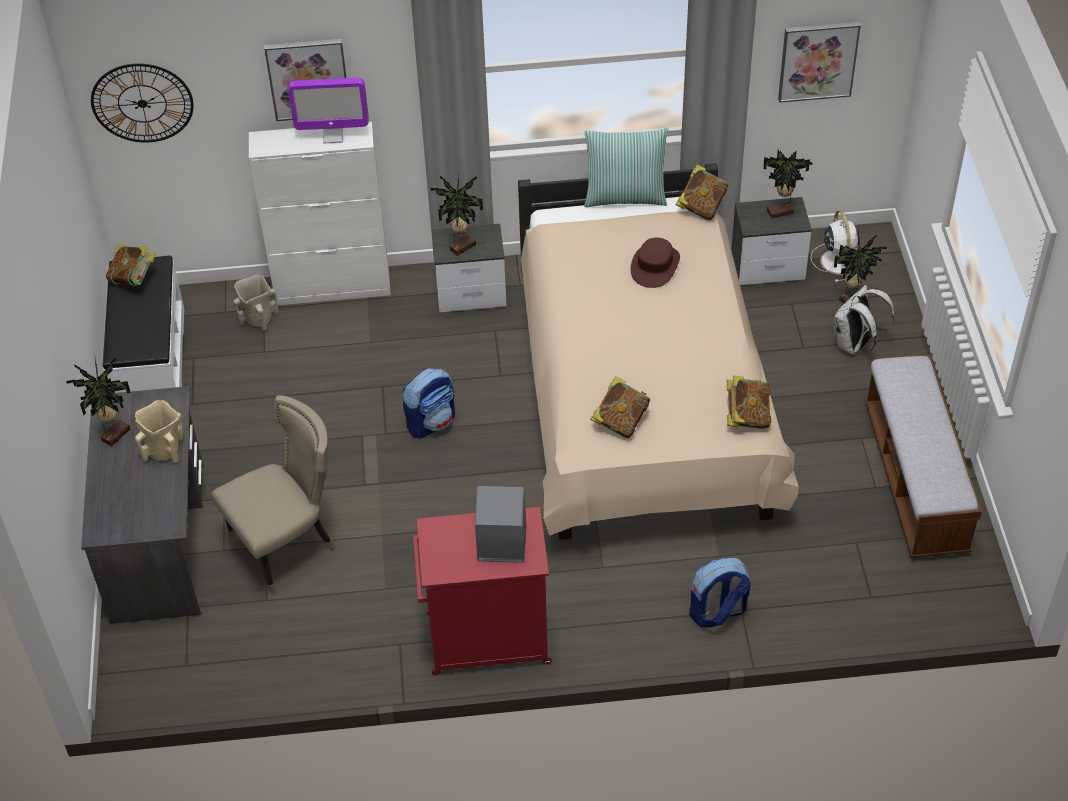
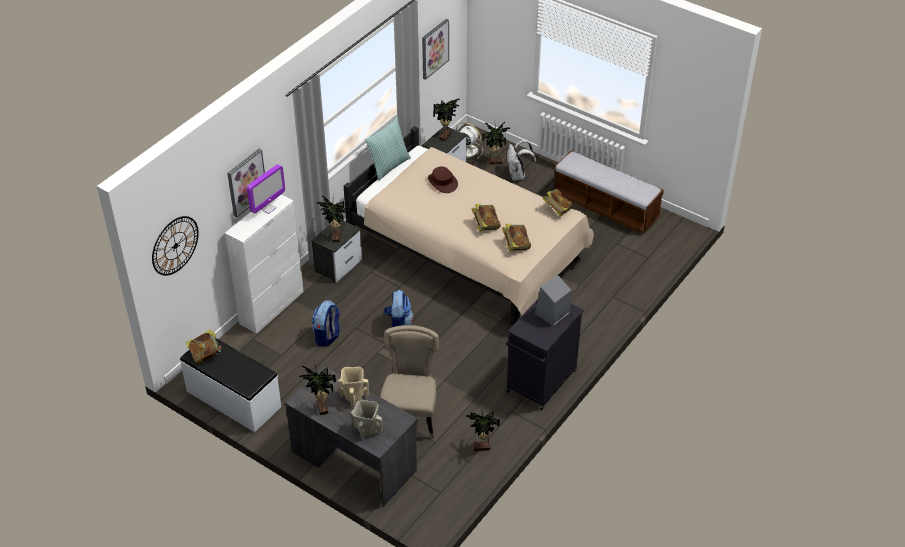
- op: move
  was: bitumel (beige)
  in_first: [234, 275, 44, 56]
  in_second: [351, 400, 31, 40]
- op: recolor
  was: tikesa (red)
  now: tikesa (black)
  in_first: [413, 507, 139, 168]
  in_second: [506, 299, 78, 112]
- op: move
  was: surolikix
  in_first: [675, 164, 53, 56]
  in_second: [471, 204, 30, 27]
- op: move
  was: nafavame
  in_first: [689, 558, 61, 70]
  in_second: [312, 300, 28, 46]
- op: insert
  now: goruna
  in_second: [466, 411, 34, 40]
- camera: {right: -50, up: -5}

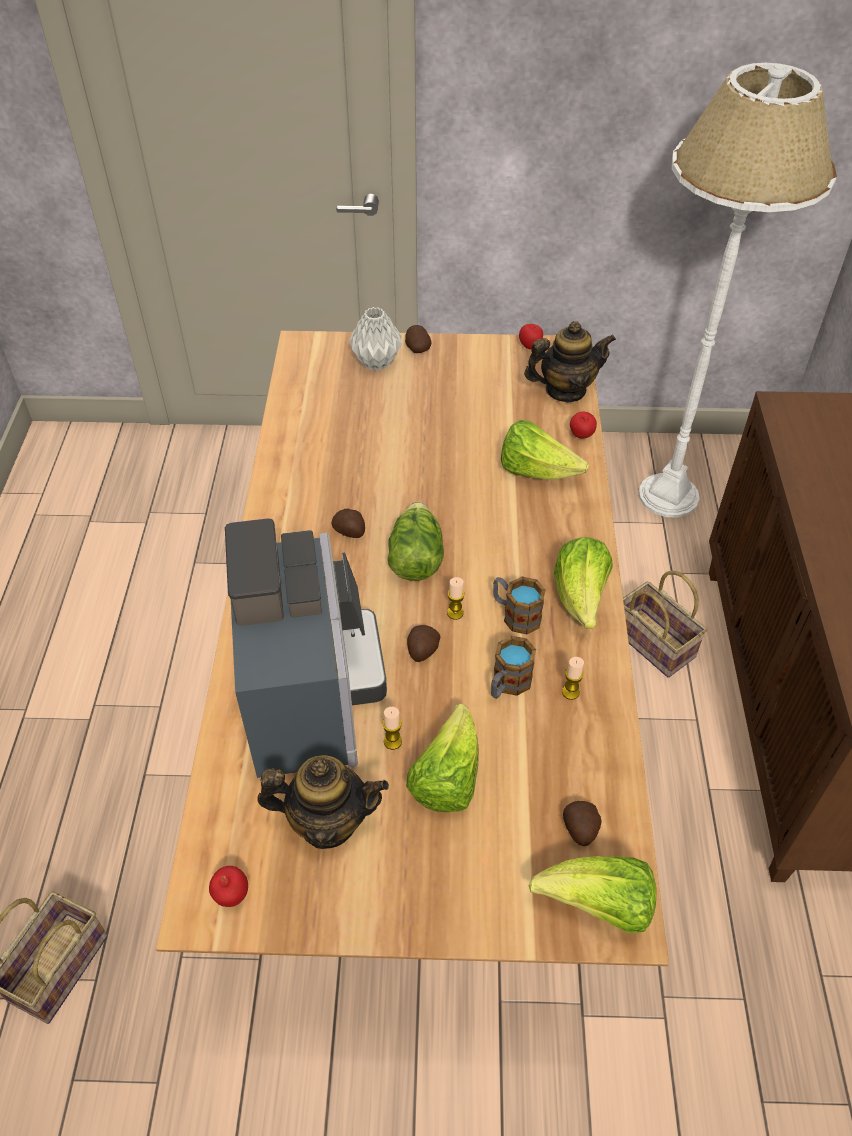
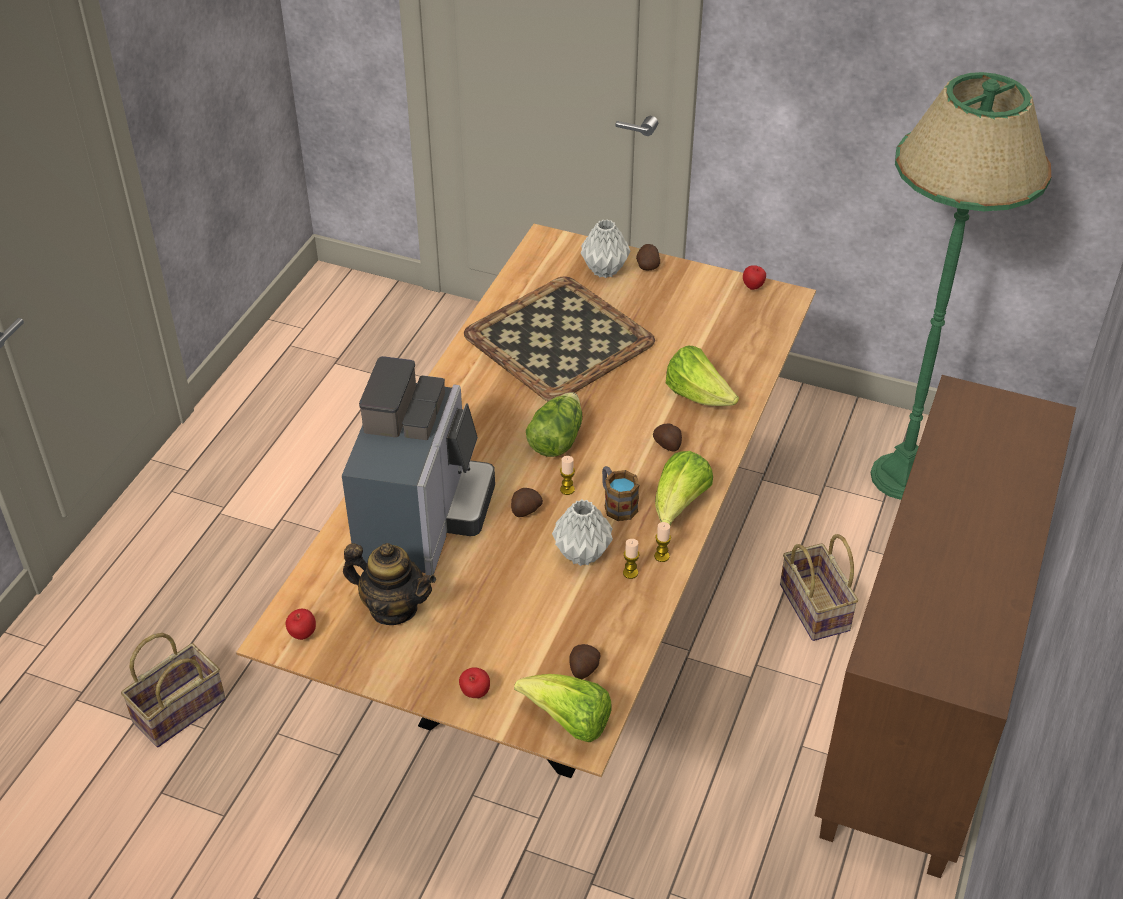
- op: move
  was: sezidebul
  in_first: [331, 509, 34, 29]
  in_second: [653, 424, 29, 28]
- op: move
  was: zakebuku
  in_first: [382, 707, 20, 43]
  in_second: [654, 522, 17, 40]
- op: delete
  was: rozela
  in_first: [406, 704, 73, 108]
- op: replace
  was: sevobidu
  now: bitumel (grey)
  in_first: [491, 636, 45, 63]
  in_second: [552, 499, 61, 67]
- op: delete
  was: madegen
  in_first: [524, 321, 92, 81]
- op: move
  was: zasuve
  in_first: [570, 412, 27, 27]
  in_second: [459, 667, 31, 31]
- op: recolor
  was: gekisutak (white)
  now: gekisutak (green)
  in_first: [639, 63, 198, 455]
  in_second: [871, 72, 180, 428]
- op: insert
  now: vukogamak
  in_second: [464, 276, 191, 125]
- camera: {right: 20, up: -5}

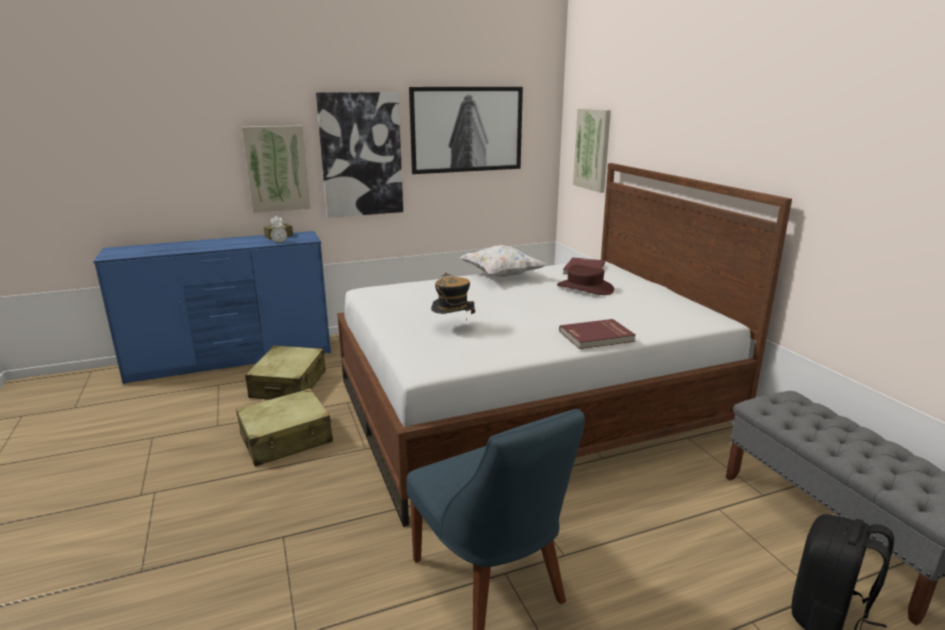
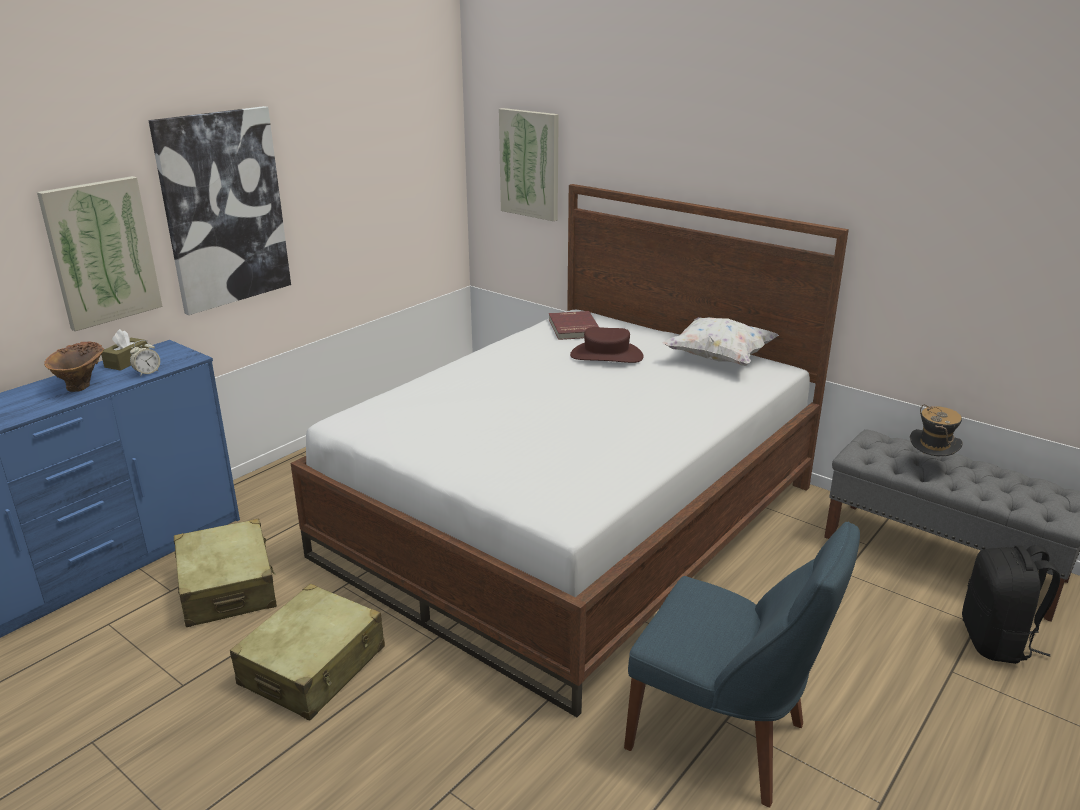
- op: delete
  was: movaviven
  in_first: [409, 87, 114, 87]
- op: move
  was: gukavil
  in_first: [431, 272, 44, 49]
  in_second: [910, 405, 53, 51]
- op: move
  was: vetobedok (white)
  in_first: [460, 245, 87, 32]
  in_second: [662, 317, 117, 49]
- op: delete
  was: surolikix (red)
  in_first: [559, 319, 77, 30]
- op: insert
  now: bitumel (brown)
  in_second: [44, 342, 60, 50]
- camera: {right: -30, up: 5}

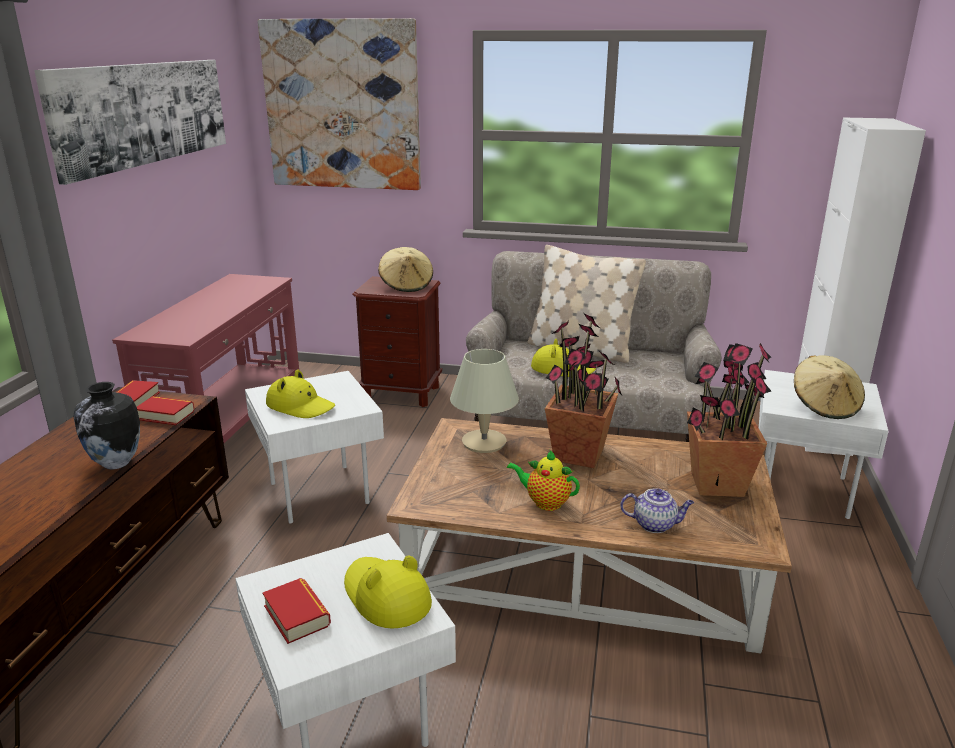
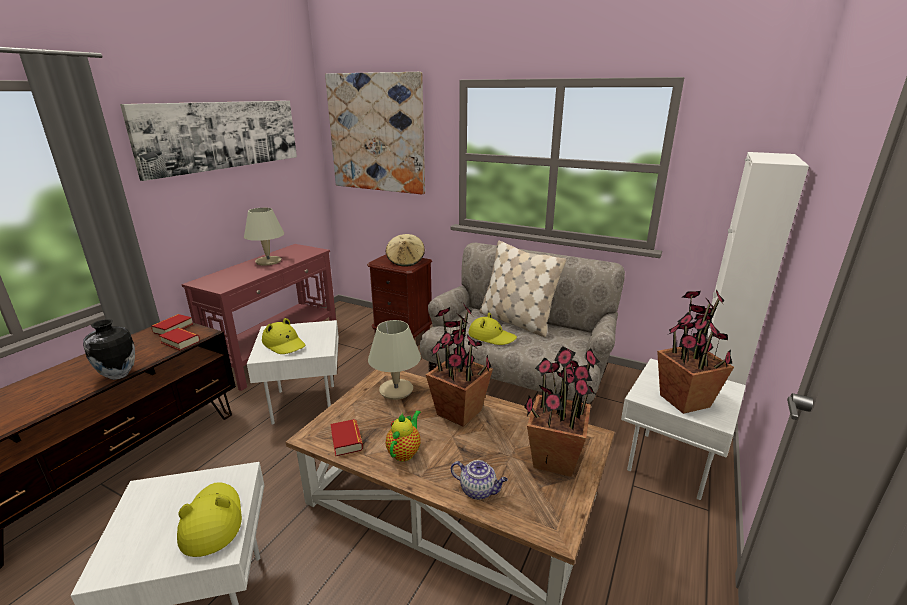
- op: move
  was: surolikix
  in_first: [263, 578, 68, 66]
  in_second: [330, 419, 33, 37]
- op: rotate
  was: madegen
  in_first: [507, 449, 73, 62]
  in_second: [386, 410, 35, 51]
  clockwise: 75
- op: replace
  was: gukavil (beige)
  now: goruna
  in_first: [794, 355, 71, 64]
  in_second: [657, 289, 77, 125]
- op: insert
  now: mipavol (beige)
  in_second: [244, 208, 40, 57]
- camera: {right: 15, up: 0}

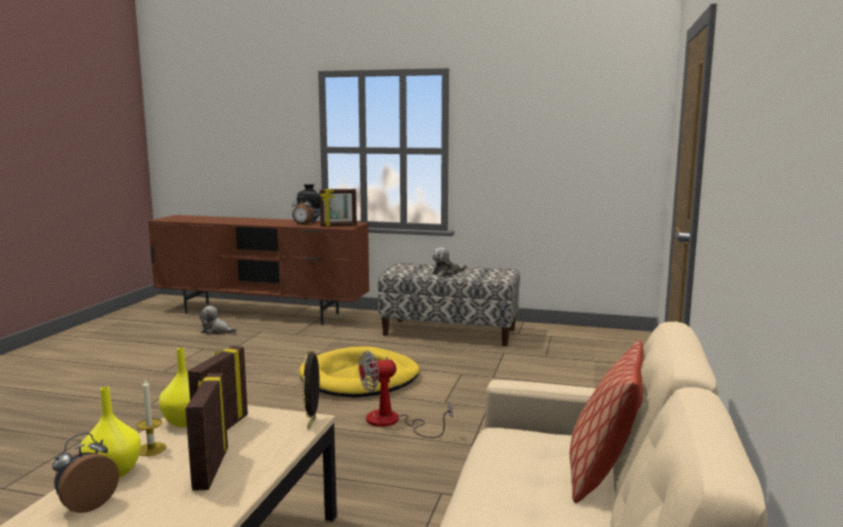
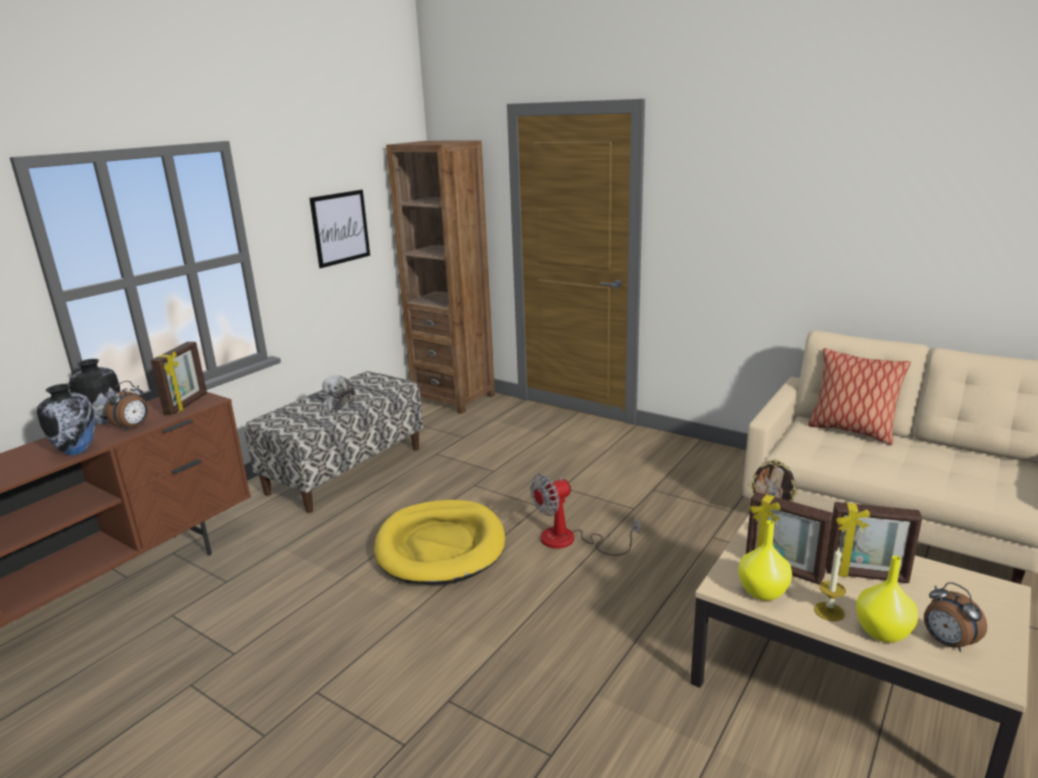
- op: delete
  was: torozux
  in_first: [199, 306, 37, 29]
- op: rotate
  was: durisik
  in_first: [359, 350, 94, 88]
  in_second: [530, 474, 110, 82]
  clockwise: 60
- op: insert
  now: bitumel
  in_second: [37, 384, 58, 71]
- op: insert
  now: movaviven
  in_second: [310, 190, 60, 78]
- op: insert
  now: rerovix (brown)
  in_second: [386, 140, 109, 274]
- camera: {right: -70, up: 10}

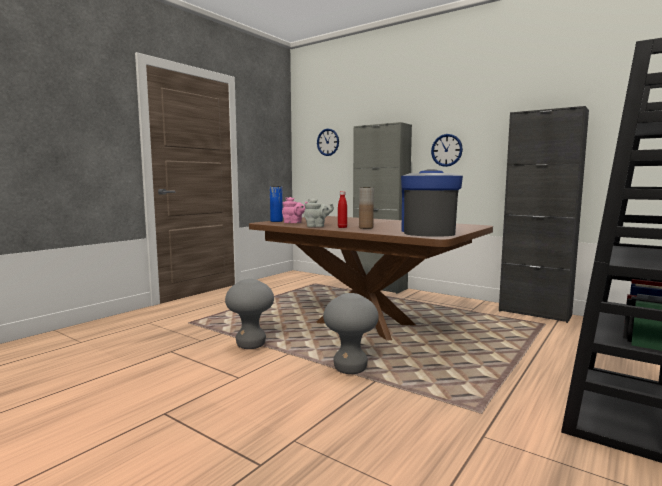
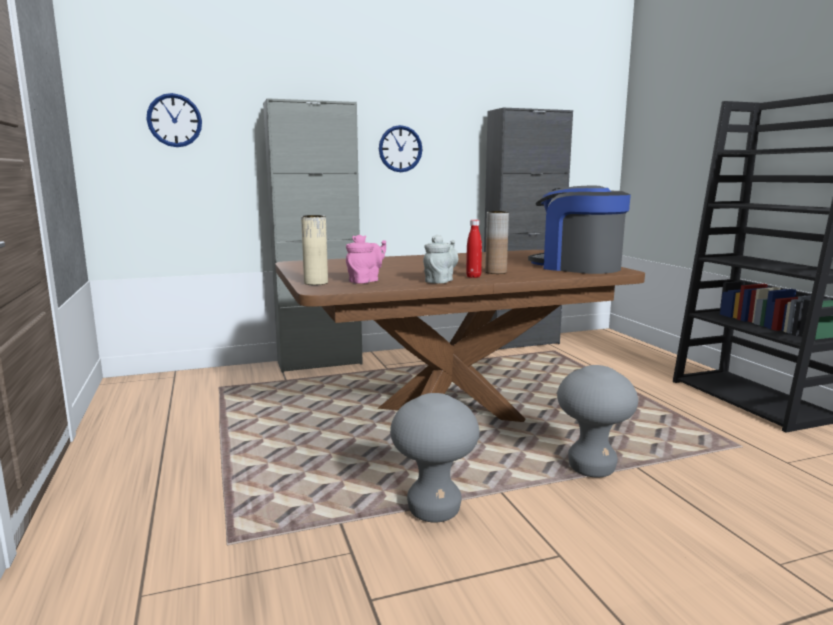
- op: recolor
  was: bitumel (blue)
  now: bitumel (beige)
  in_first: [270, 186, 13, 36]
  in_second: [301, 215, 27, 70]
- camera: {right: -55, up: 5}

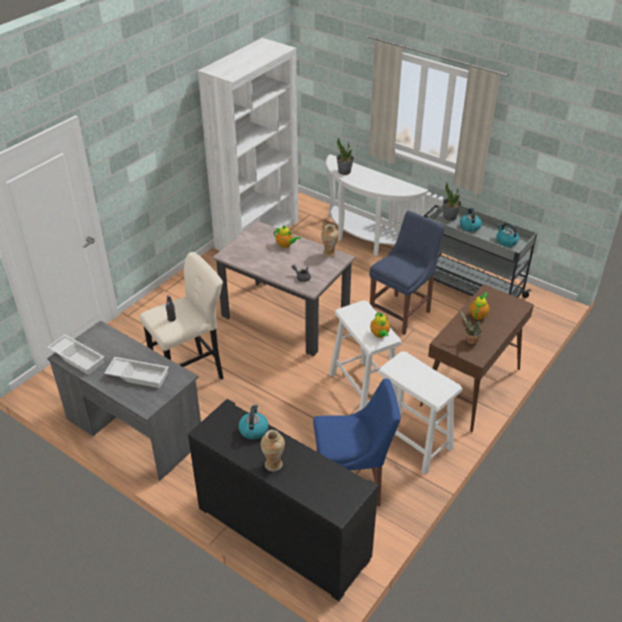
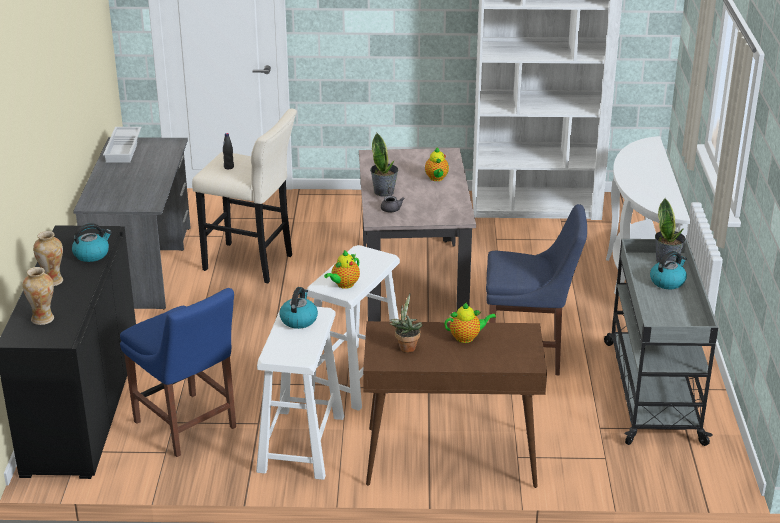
- op: delete
  was: vukogamak (white)
  in_first: [104, 357, 65, 31]
- op: move
  was: bitumel
  in_first: [321, 224, 18, 34]
  in_second: [23, 267, 31, 58]
- op: move
  was: goruna
  in_first: [337, 138, 17, 37]
  in_second: [370, 133, 28, 64]
- op: move
  was: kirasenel
  in_first: [496, 223, 23, 24]
  in_second: [279, 287, 39, 42]
- camera: {right: 55, up: -10}

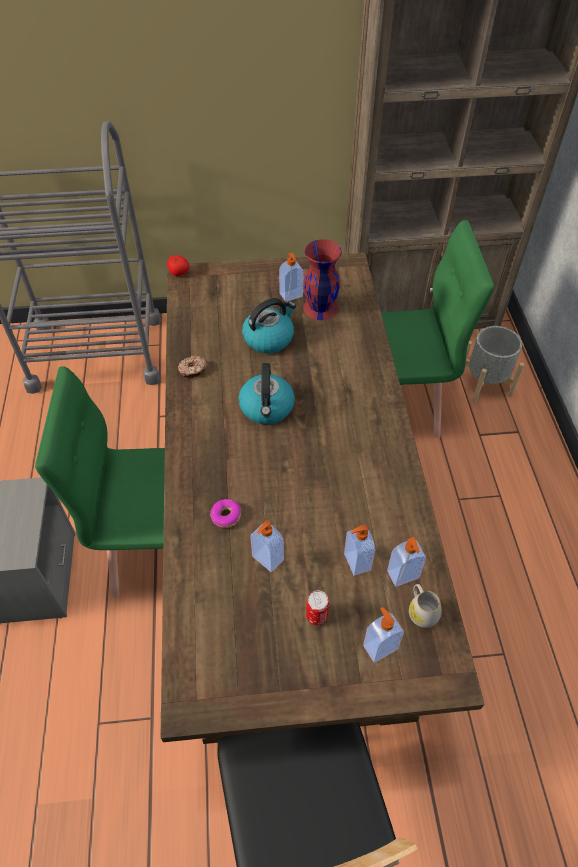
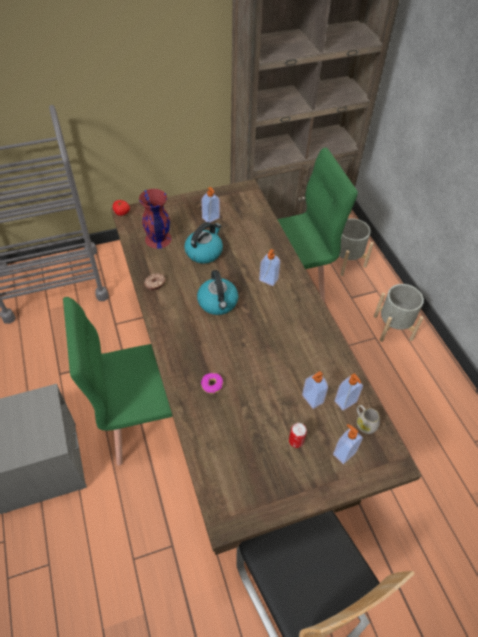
- op: move
  was: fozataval
  in_first: [250, 520, 34, 52]
  in_second: [259, 249, 21, 37]
- op: move
  was: bitumel (red)
  in_first: [303, 239, 39, 81]
  in_second: [139, 189, 33, 60]
- op: insert
  now: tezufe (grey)
  in_second: [374, 284, 50, 58]
- camera: {right: -15, up: 0}

